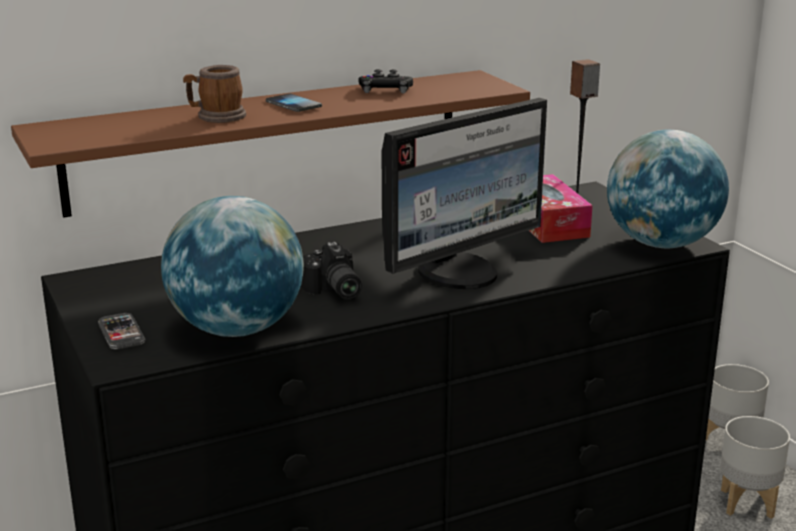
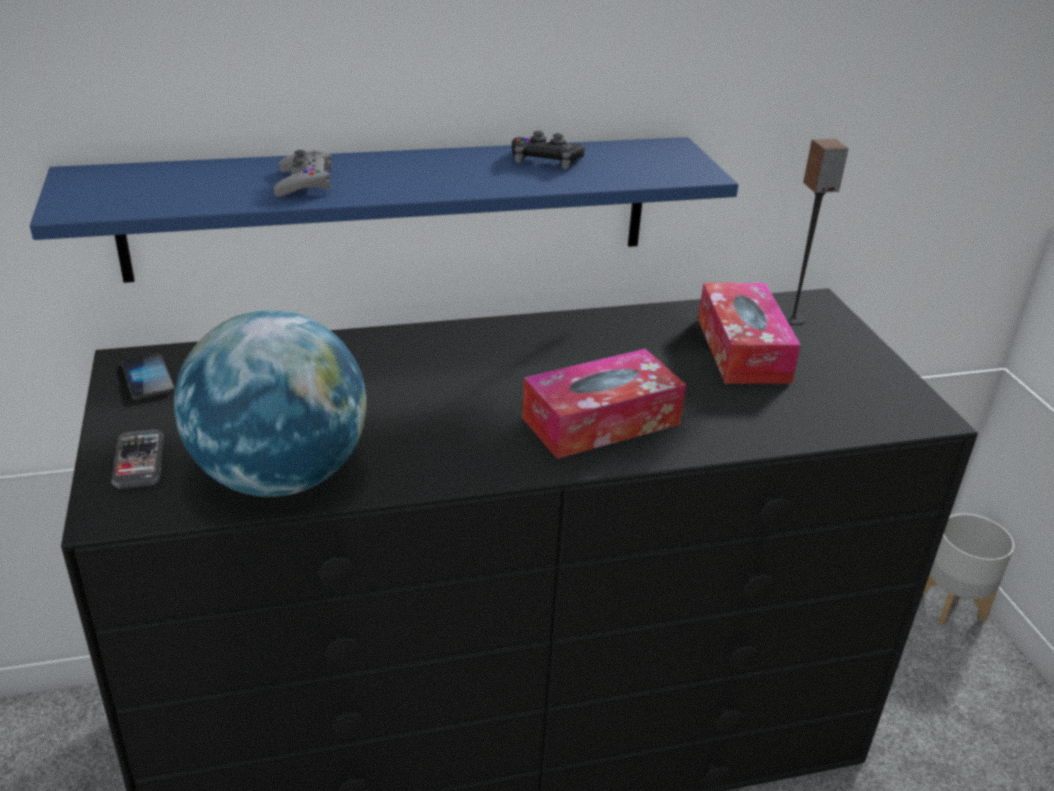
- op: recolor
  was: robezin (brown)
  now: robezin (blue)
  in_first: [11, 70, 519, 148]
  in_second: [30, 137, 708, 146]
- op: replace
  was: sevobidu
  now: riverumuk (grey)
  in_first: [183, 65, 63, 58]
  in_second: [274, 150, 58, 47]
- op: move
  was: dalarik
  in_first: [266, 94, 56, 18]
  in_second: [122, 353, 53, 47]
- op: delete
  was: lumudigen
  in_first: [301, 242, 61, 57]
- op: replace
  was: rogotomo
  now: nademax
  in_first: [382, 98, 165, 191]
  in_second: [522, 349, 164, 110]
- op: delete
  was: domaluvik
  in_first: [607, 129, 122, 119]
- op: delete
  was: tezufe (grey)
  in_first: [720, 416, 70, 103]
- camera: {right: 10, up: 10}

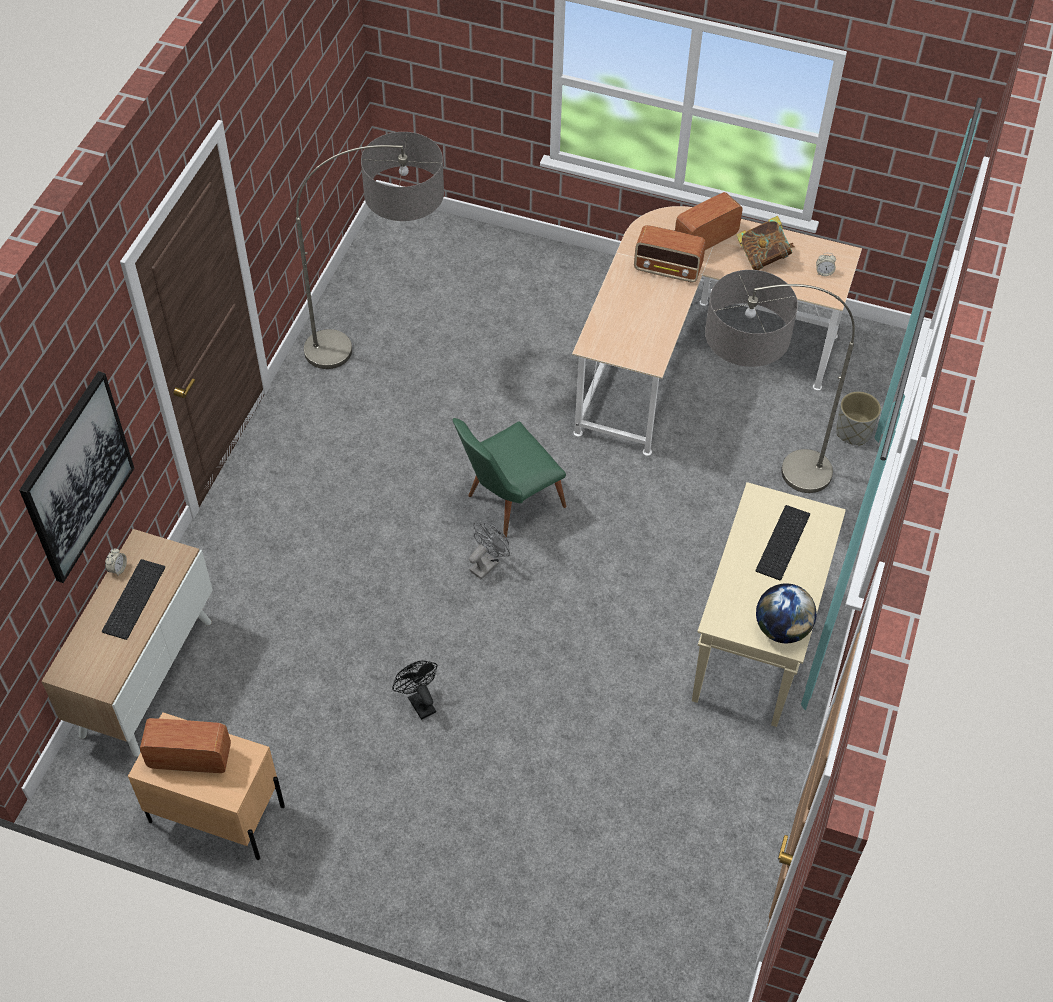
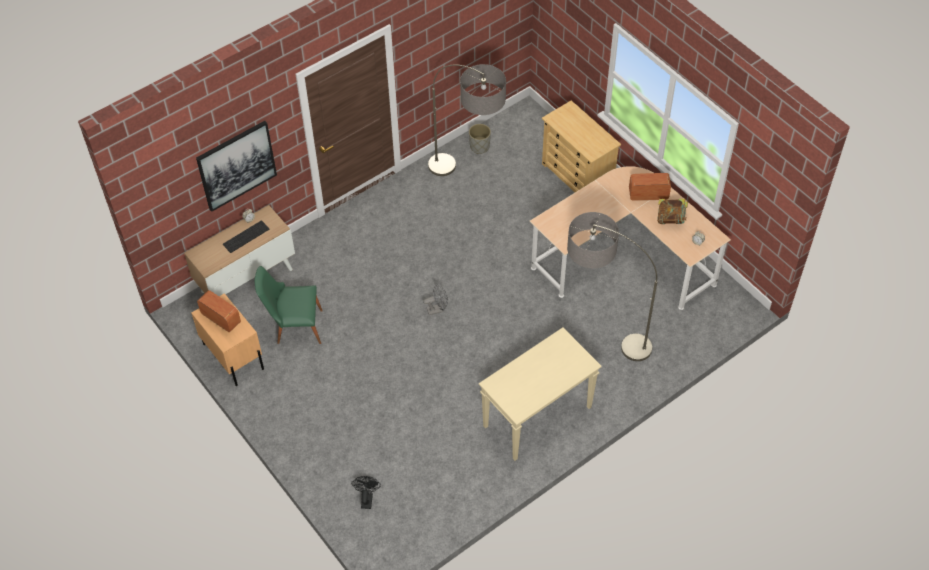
- op: move
  was: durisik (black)
  in_first: [392, 660, 45, 60]
  in_second: [351, 476, 30, 33]
- op: move
  was: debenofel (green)
  in_first: [453, 418, 113, 120]
  in_second: [254, 266, 69, 78]
- op: delete
  was: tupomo
  in_first: [634, 225, 72, 57]
- op: delete
  was: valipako
  in_first: [756, 505, 54, 75]
- op: delete
  was: domaluvik
  in_first: [756, 583, 61, 61]
- op: move
  was: tezufe (grey)
  in_first: [836, 392, 45, 54]
  in_second: [469, 124, 22, 30]
- op: insert
  now: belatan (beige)
  in_second: [542, 100, 79, 92]
- camera: {right: 35, up: 0}

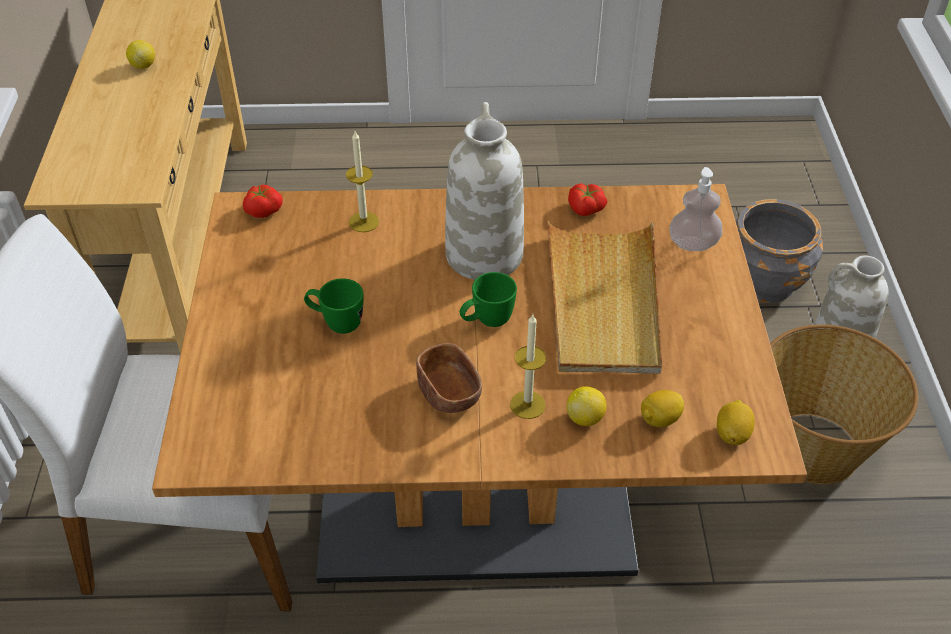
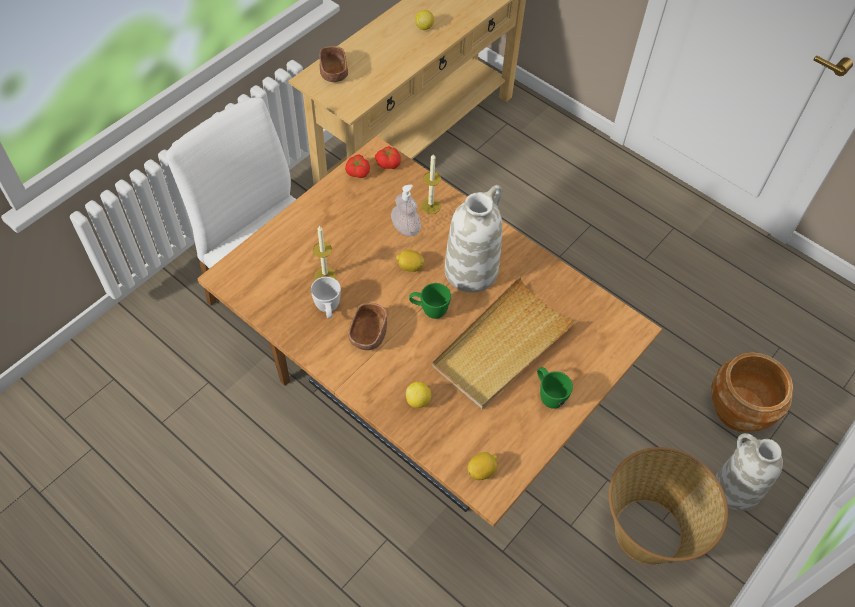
- op: move
  was: sevobidu (green)
  in_first: [304, 278, 59, 56]
  in_second: [537, 367, 36, 42]
- op: move
  was: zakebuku
  in_first: [510, 314, 36, 105]
  in_second: [313, 225, 23, 55]
- op: move
  was: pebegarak
  in_first: [568, 183, 39, 33]
  in_second: [345, 155, 25, 23]
- op: move
  was: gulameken
  in_first: [641, 390, 43, 37]
  in_second: [396, 250, 29, 22]
- op: move
  was: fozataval
  in_first: [669, 167, 54, 84]
  in_second: [391, 185, 30, 51]
- op: recolor
  was: tezufe (grey)
  now: tezufe (brown)
  in_first: [735, 199, 88, 104]
  in_second: [711, 352, 82, 80]
- op: insert
  now: sevobidu (white)
  in_second: [311, 277, 30, 41]
- op: insert
  now: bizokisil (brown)
  in_second: [319, 46, 29, 36]
- camera: {right: 40, up: 10}

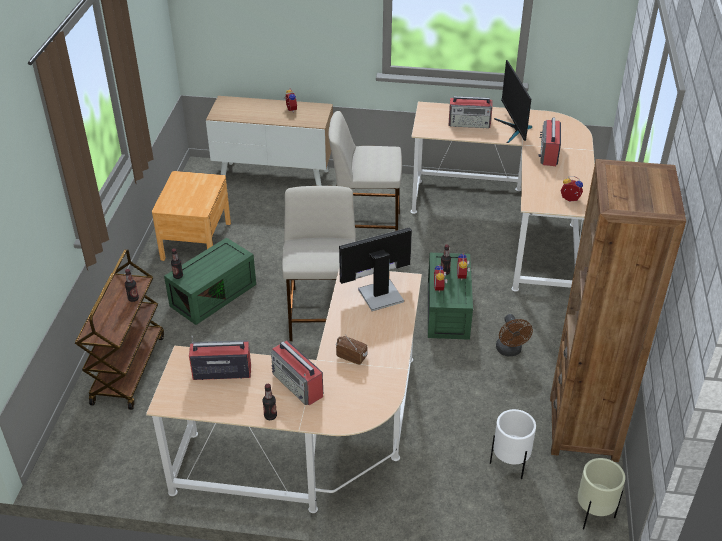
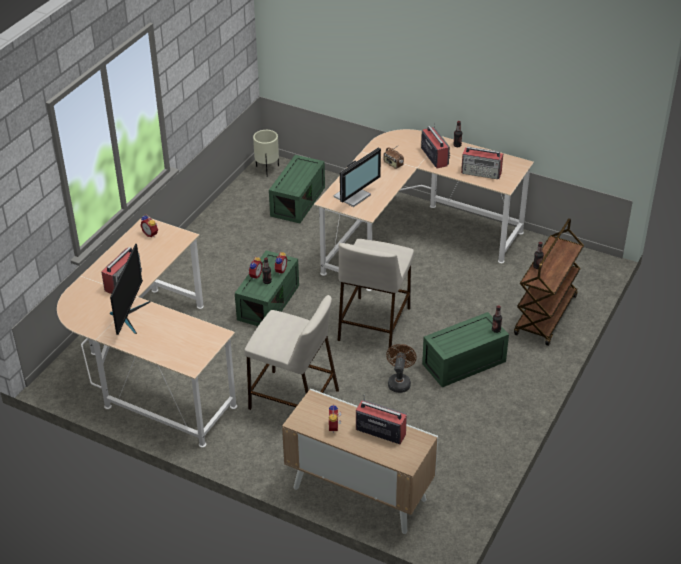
- op: delete
  was: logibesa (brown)
  in_first: [152, 171, 79, 90]
- op: rotate
  was: rogotomo
  in_first: [339, 227, 73, 84]
  in_second: [334, 148, 47, 59]
  clockwise: -45
- op: move
  was: tupomo
  in_first: [449, 96, 44, 32]
  in_second: [356, 394, 51, 50]
- op: replace
  was: tezufe (white)
  now: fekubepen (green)
  in_first: [490, 409, 46, 71]
  in_second: [269, 155, 56, 68]
- op: move
  was: durisik (brown)
  in_first: [496, 314, 37, 42]
  in_second: [386, 344, 31, 49]
- op: delete
  was: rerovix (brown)
  in_first: [550, 159, 136, 303]
- camera: {right: -160, up: 0}

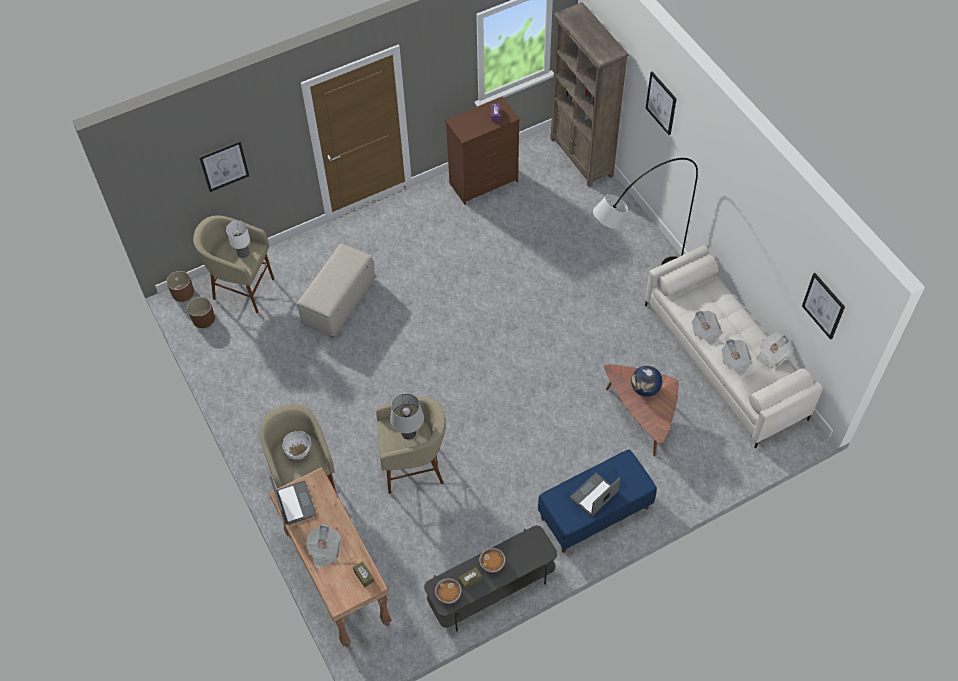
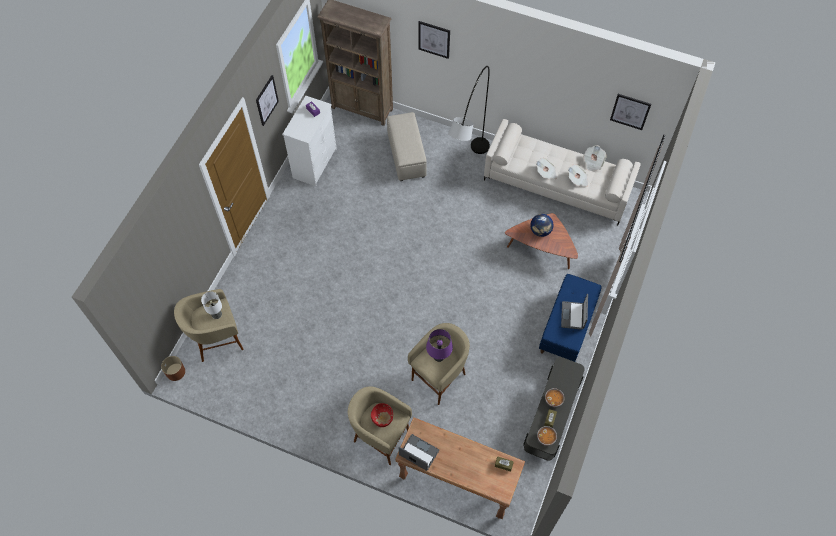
- op: delete
  was: tezufe (brown)
  in_first: [187, 297, 28, 31]
- op: move
  was: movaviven
  in_first: [199, 141, 50, 51]
  in_second: [256, 75, 23, 51]
- op: recolor
  was: bizokisil (white)
  now: bizokisil (red)
  in_first: [283, 431, 28, 29]
  in_second: [371, 403, 22, 24]
- op: move
  was: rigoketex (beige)
  in_first: [297, 243, 78, 95]
  in_second: [387, 112, 40, 69]
- op: delete
  was: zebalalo
  in_first: [306, 524, 35, 44]
- op: recolor
  was: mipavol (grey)
  now: mipavol (purple)
  in_first: [390, 394, 34, 46]
  in_second: [426, 329, 27, 33]
- op: recolor
  was: belatan (brown)
  now: belatan (white)
  in_first: [445, 96, 75, 109]
  in_second: [282, 96, 55, 90]
- camera: {right: -40, up: 5}

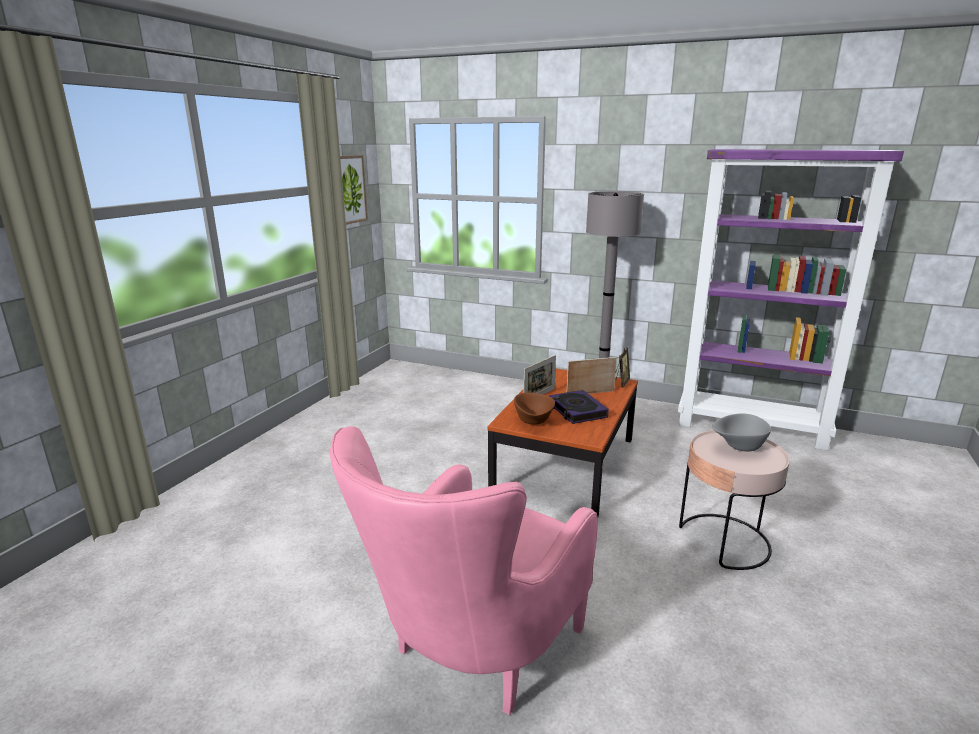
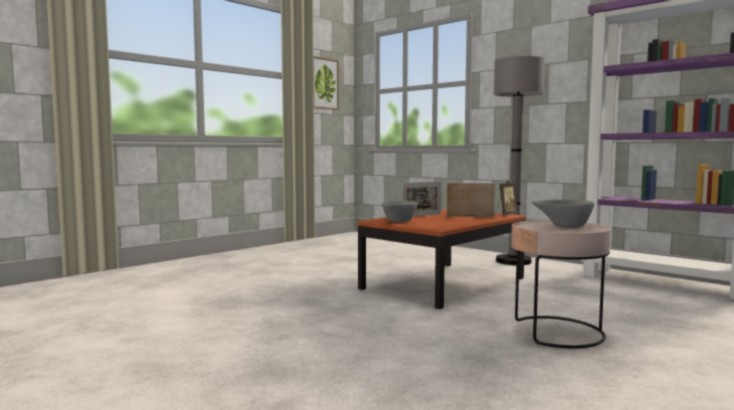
- op: delete
  was: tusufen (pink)
  in_first: [330, 426, 268, 289]
- op: recolor
  was: bizokisil (brown)
  now: bizokisil (grey)
  in_first: [514, 393, 41, 32]
  in_second: [382, 200, 36, 22]
- op: delete
  was: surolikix
  in_first: [549, 390, 60, 34]
- camera: {right: 20, up: -15}

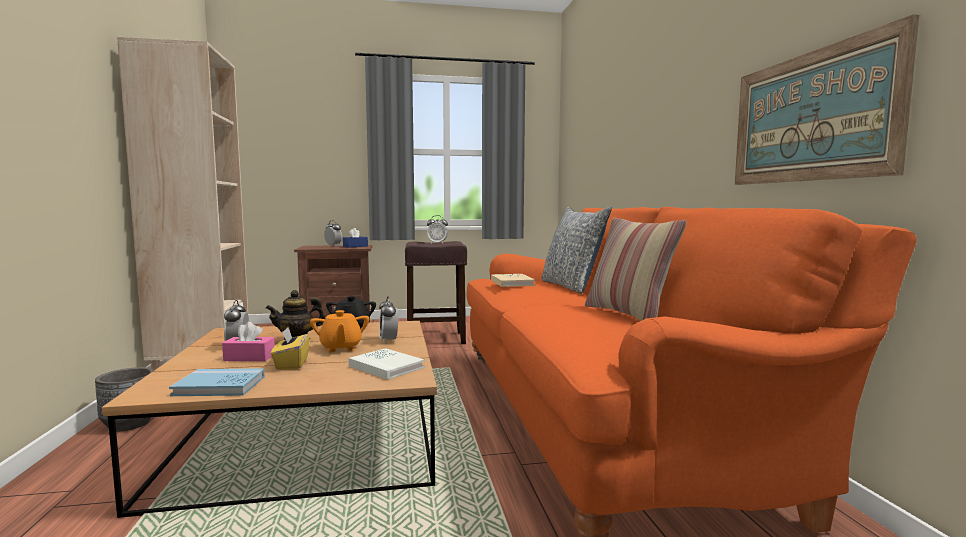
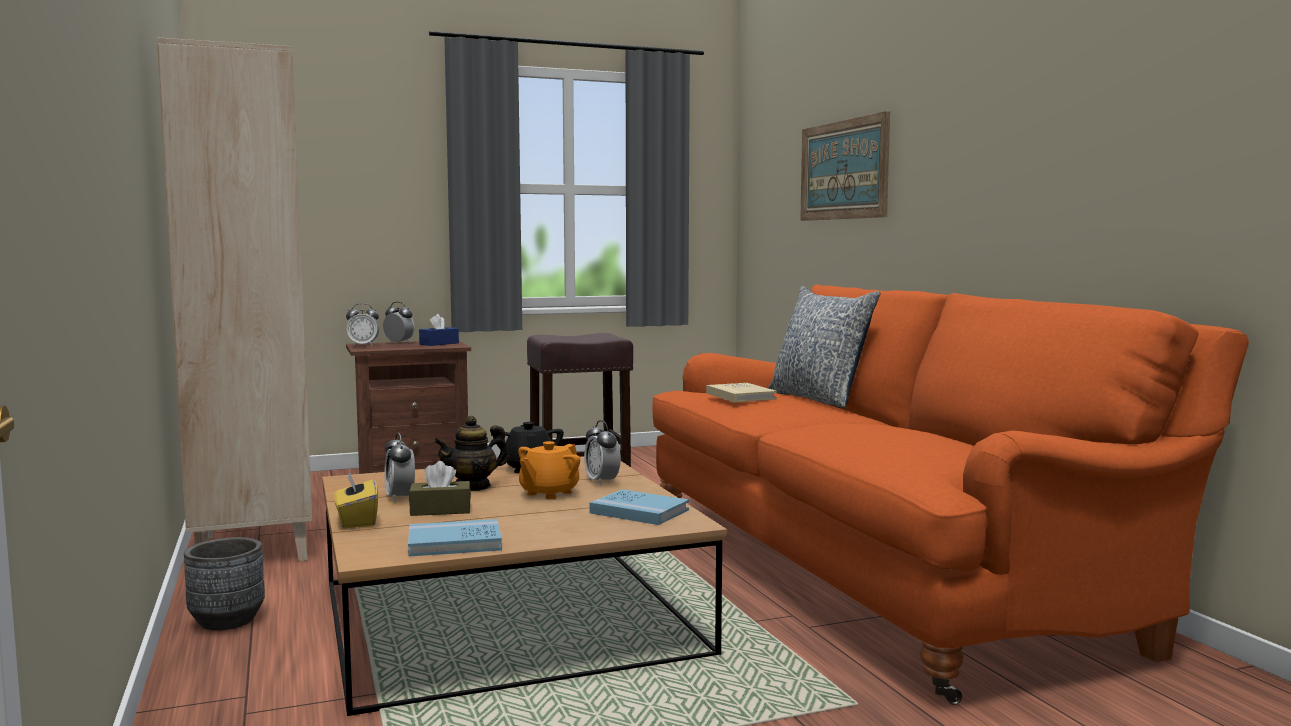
- op: recolor
  was: nademax (pink)
  now: nademax (brown)
  in_first: [222, 322, 53, 39]
  in_second: [409, 461, 62, 55]
- op: move
  was: nademax (yellow)
  in_first: [271, 327, 39, 43]
  in_second: [334, 471, 44, 57]
- op: rotate
  was: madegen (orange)
  in_first: [310, 310, 59, 42]
  in_second: [518, 441, 62, 58]
  clockwise: 60
- op: recolor
  was: surolikix (white)
  now: surolikix (blue)
  in_first: [348, 348, 77, 32]
  in_second: [589, 489, 100, 36]
- op: move
  was: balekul
  in_first: [427, 215, 21, 29]
  in_second: [346, 303, 33, 43]
- op: delete
  was: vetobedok
  in_first: [585, 218, 101, 103]
- op: move
  was: movaviven
  in_first: [735, 14, 184, 171]
  in_second: [800, 111, 90, 110]
- camera: {right: -10, up: 0}

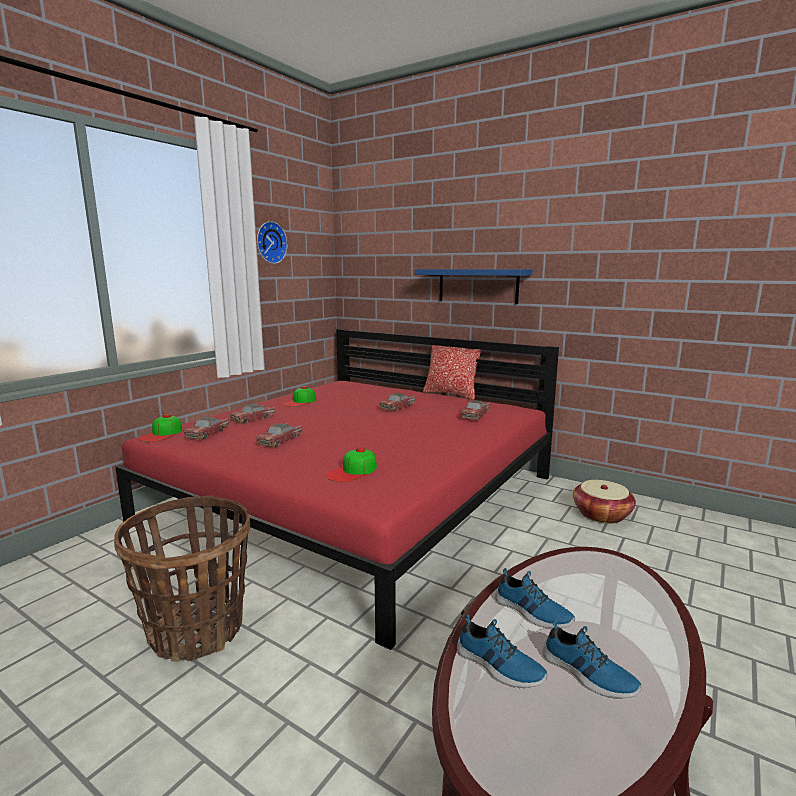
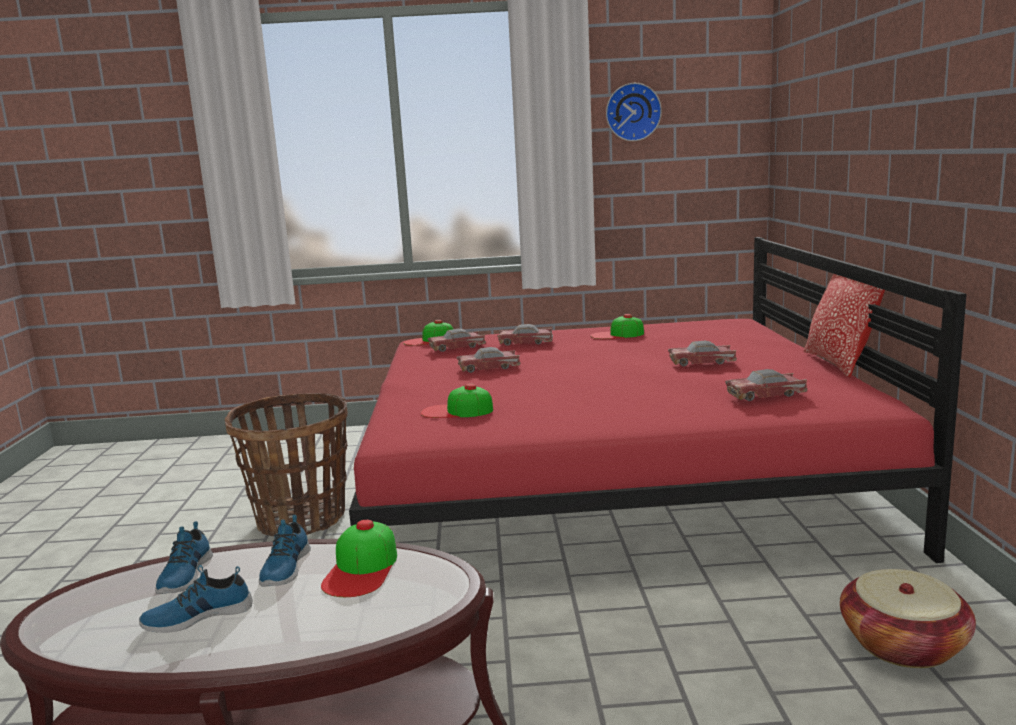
- op: delete
  was: robezin (blue)
  in_first: [415, 269, 118, 35]
- op: rotate
  was: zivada
  in_first: [543, 620, 99, 78]
  in_second: [139, 565, 114, 68]
  clockwise: 60
- op: insert
  now: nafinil
  in_second: [321, 520, 76, 77]
- camera: {right: 55, up: 0}

